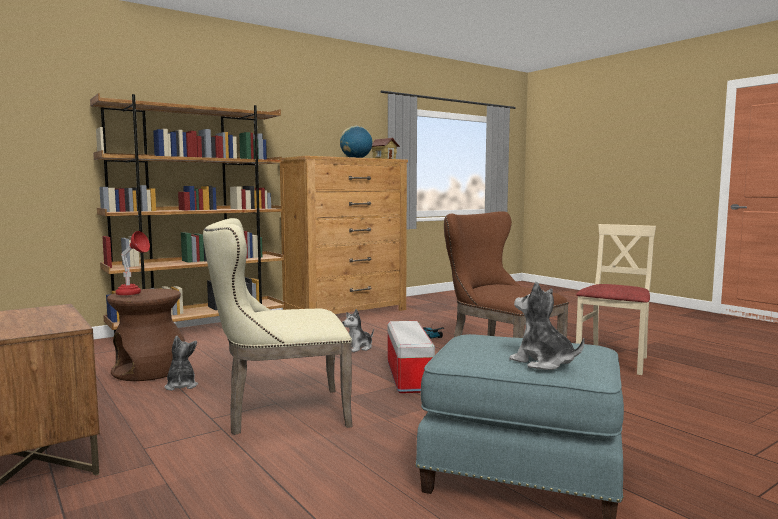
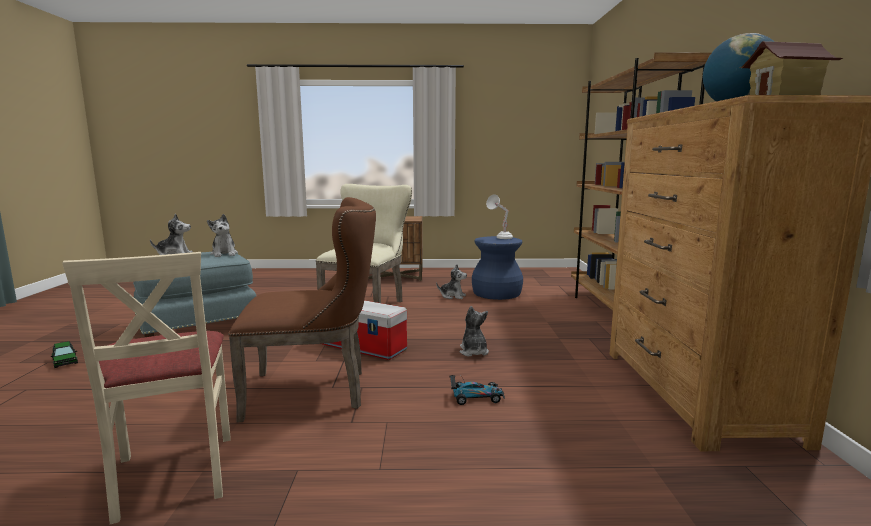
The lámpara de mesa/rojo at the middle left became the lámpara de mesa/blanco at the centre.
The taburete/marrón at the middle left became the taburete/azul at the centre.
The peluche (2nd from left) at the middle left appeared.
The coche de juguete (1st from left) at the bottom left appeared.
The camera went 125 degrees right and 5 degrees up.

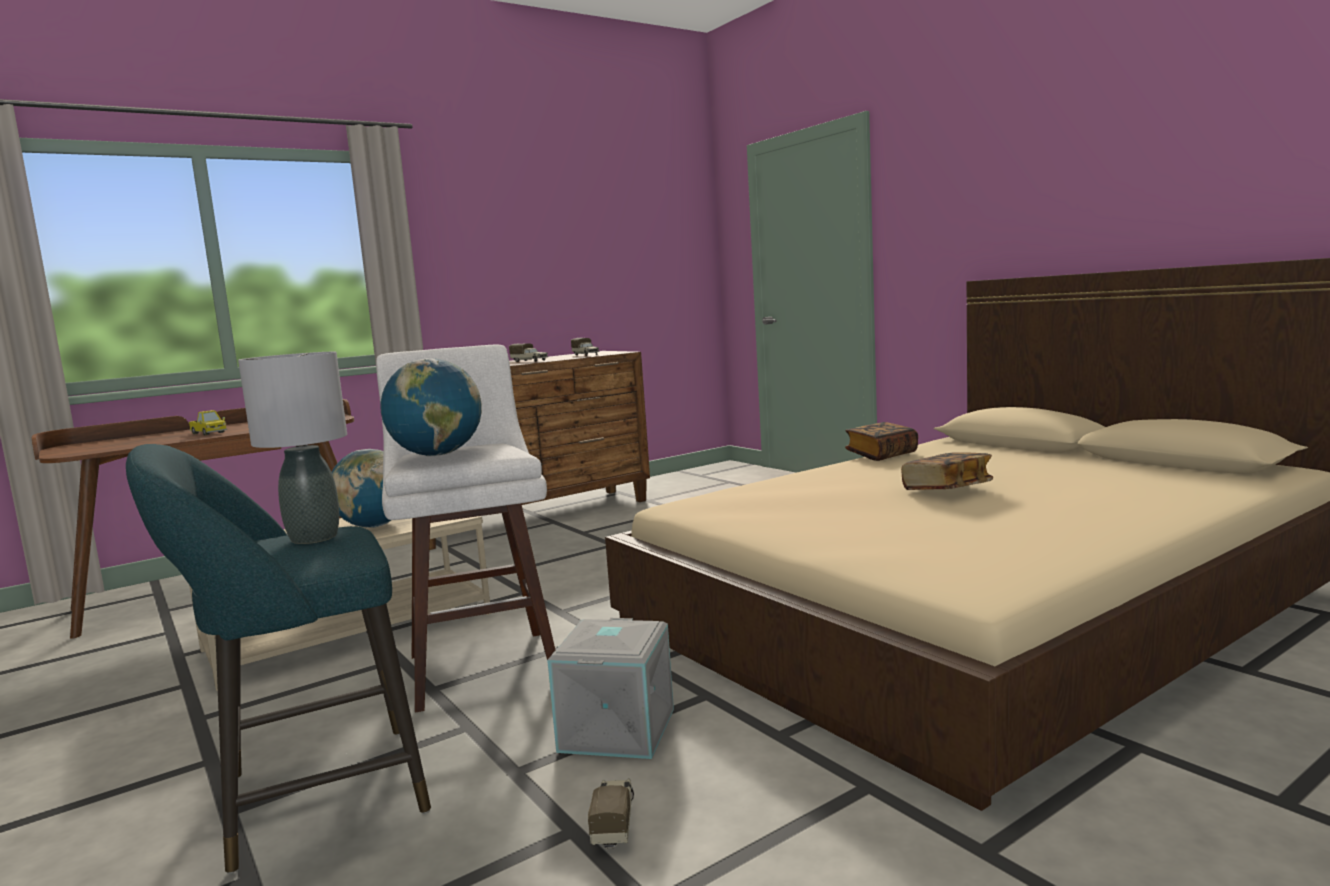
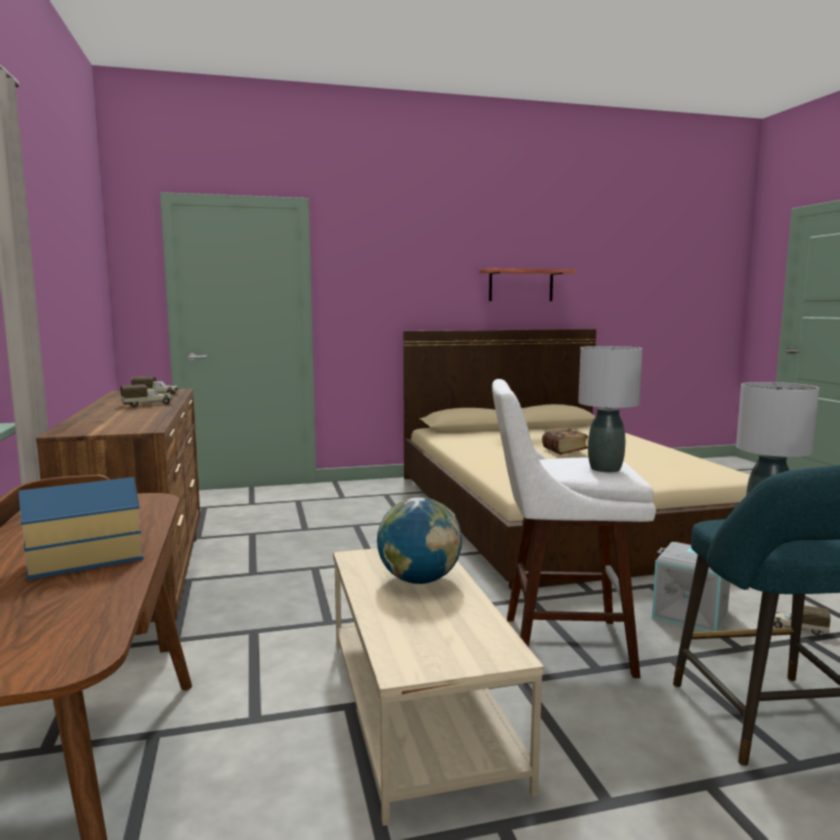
The globo terráqueo (2nd from left) at the middle left was replaced by the lámpara de mesa/gris (1st from left) at the middle right.
The camión de juguete (1st from left) at the middle left was replaced by the casita at the middle left.
The libro (1st from left) at the centre disappeared.
The estante at the centre appeared.
The camera went 70 degrees left and 0 degrees up.

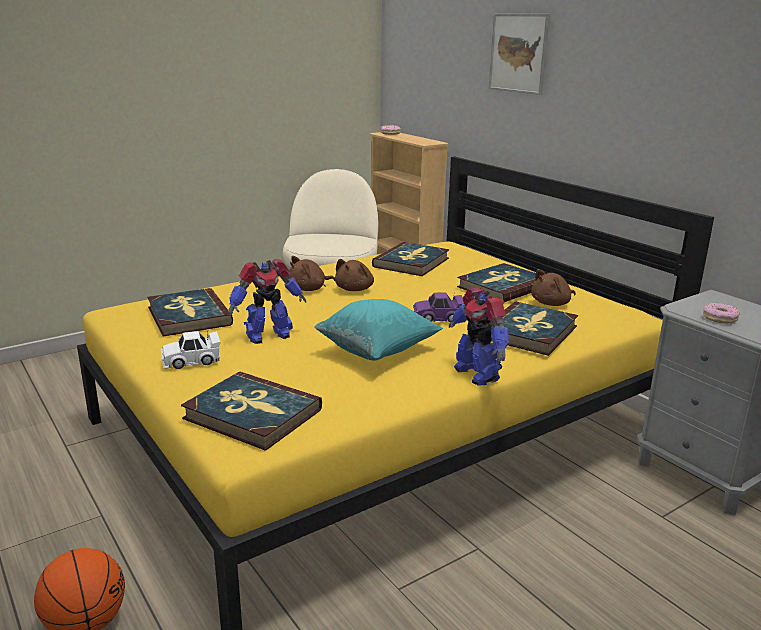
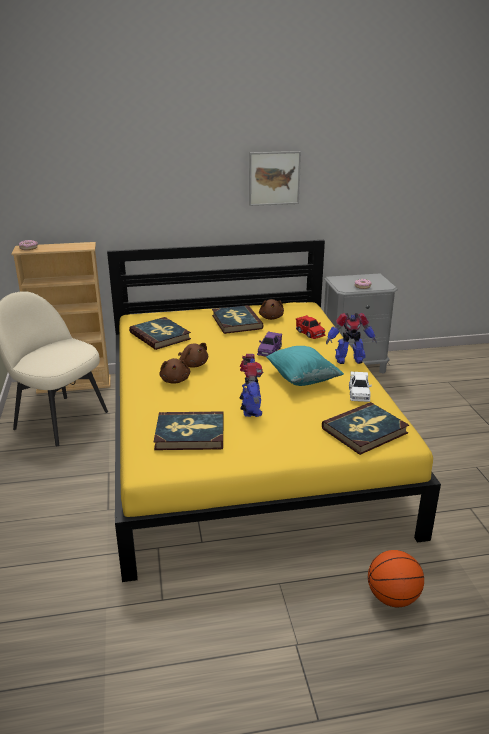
The cuadro moved from the top right to the top centre.
The libro (5th from left) at the middle right was replaced by the coche de juguete/rojo at the centre.
The coche de juguete/blanco moved from the middle left to the middle right.
The camera went 65 degrees left and 5 degrees up.

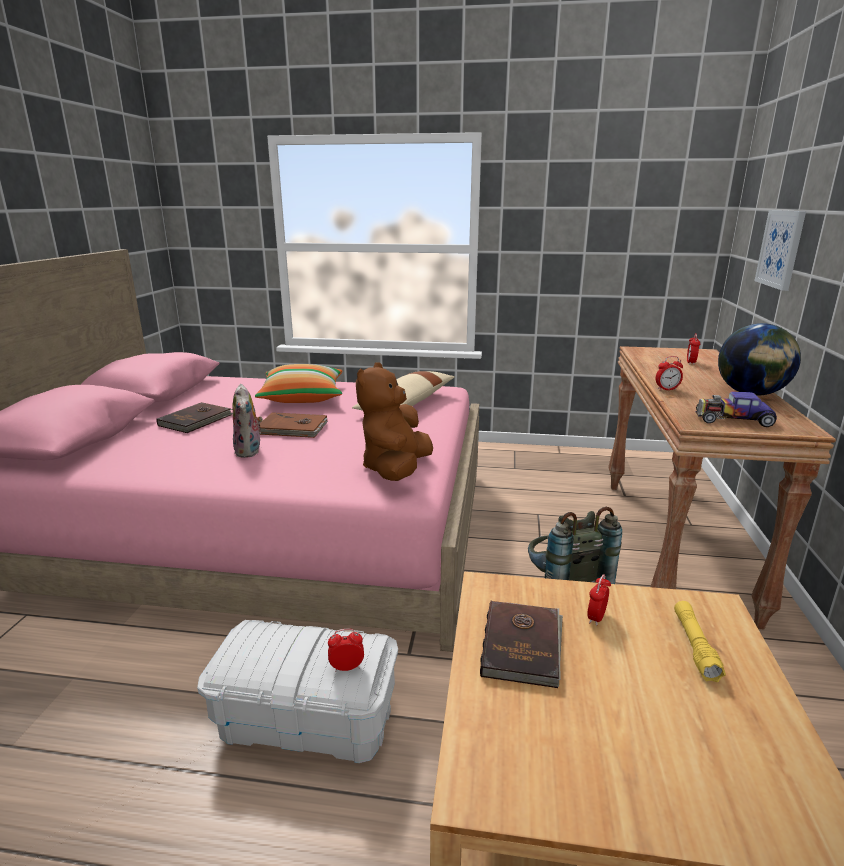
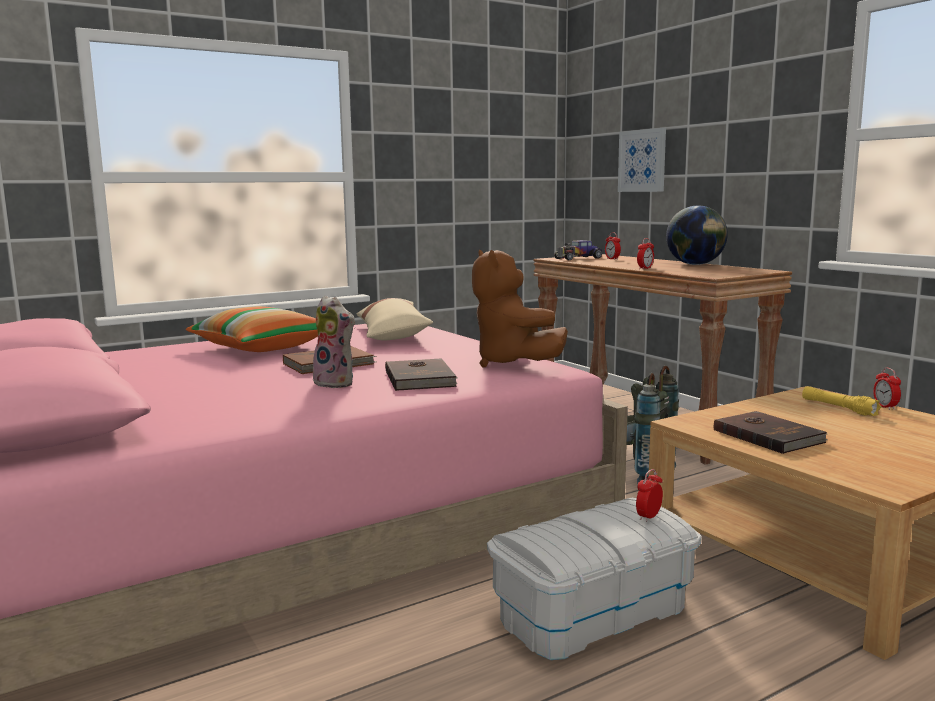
The coche de juguete moved from the middle right to the centre.
The libro/marrón (1st from left in the first image) moved from the middle left to the centre.
The despertador (2nd from left in the first image) moved from the bottom right to the middle right.
The camera went 40 degrees left and 10 degrees down.

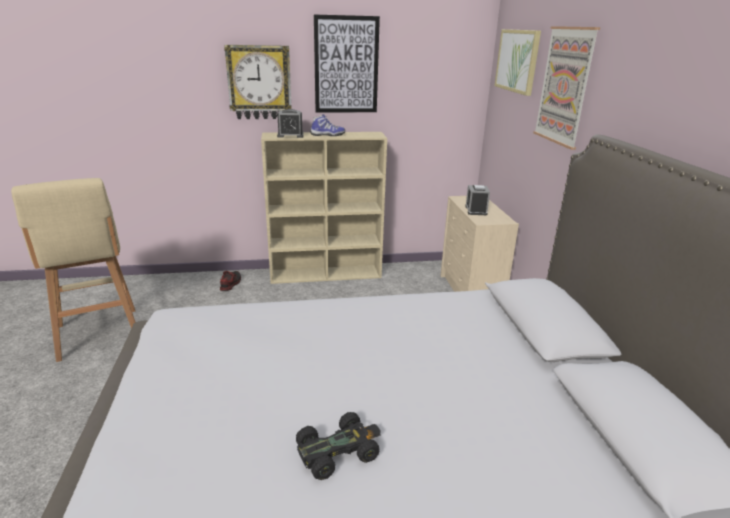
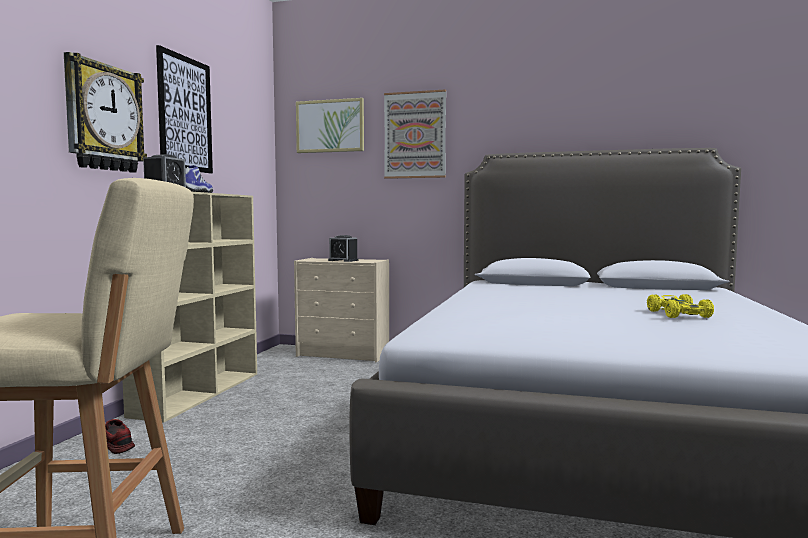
The coche de juguete/negro at the bottom centre became the coche de juguete/amarillo at the middle right.
The camera went 65 degrees left and 20 degrees down.

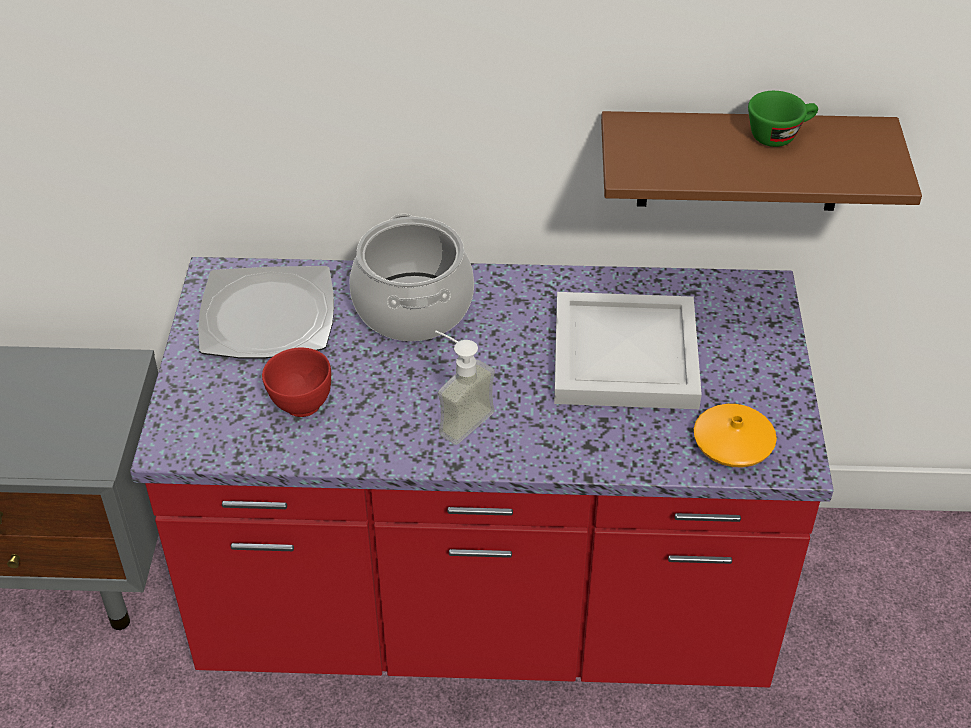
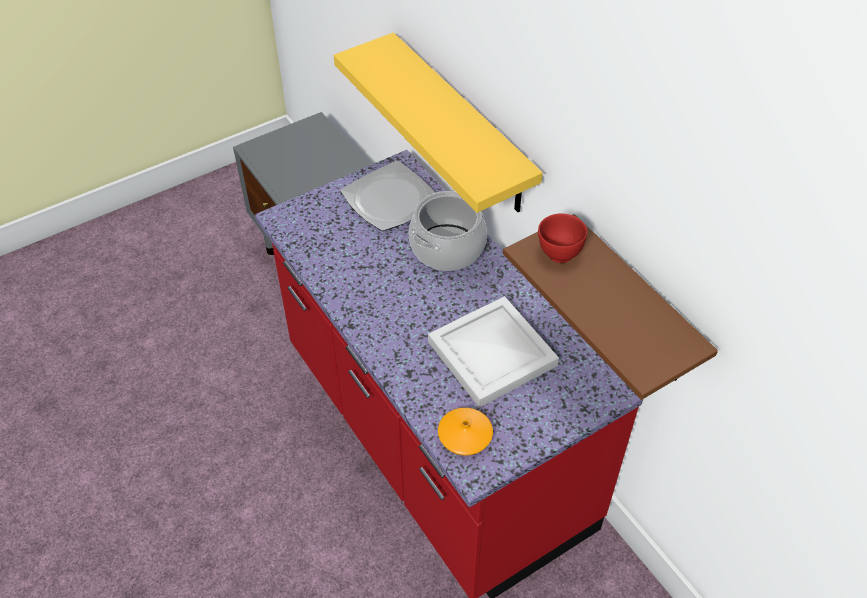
The taza/verde at the top right disappeared.
The dispensador de jabón at the centre disappeared.
The cuenco/rojo moved from the middle left to the centre.
The estante/amarillo at the top centre appeared.
The camera went 55 degrees right and 5 degrees up.

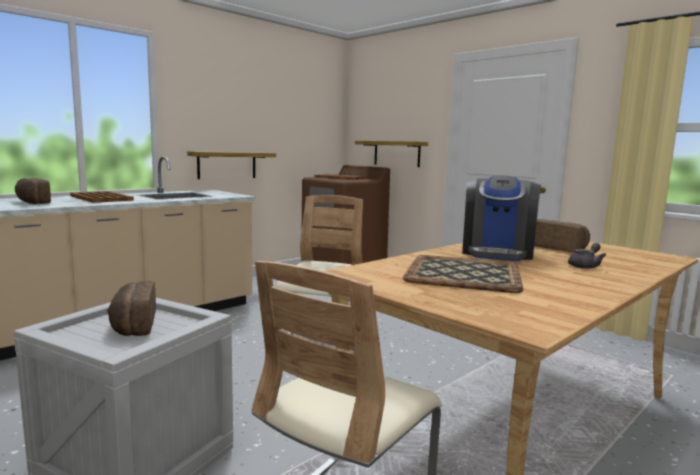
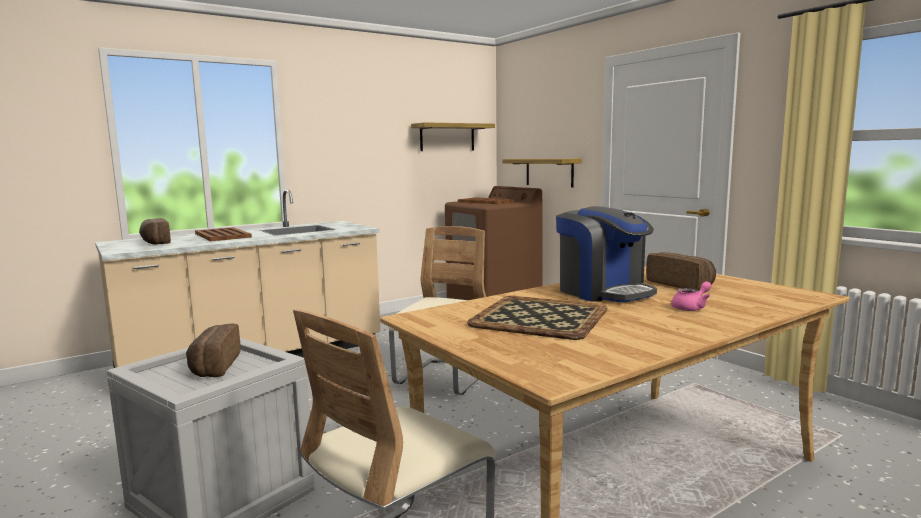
The estante (1st from left) moved from the middle left to the top centre.
The cafetera at the middle right turned 60 degrees counterclockwise.
The tetera/gris at the middle right became the tetera/rosa at the middle right.
The camera went 10 degrees right and 0 degrees up.

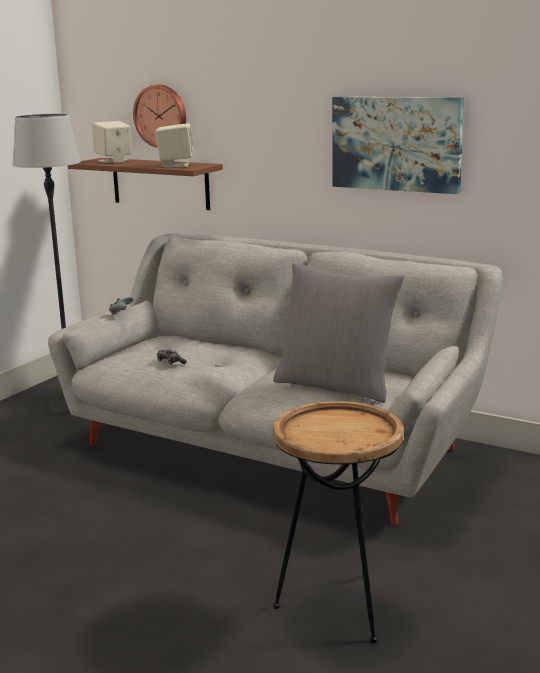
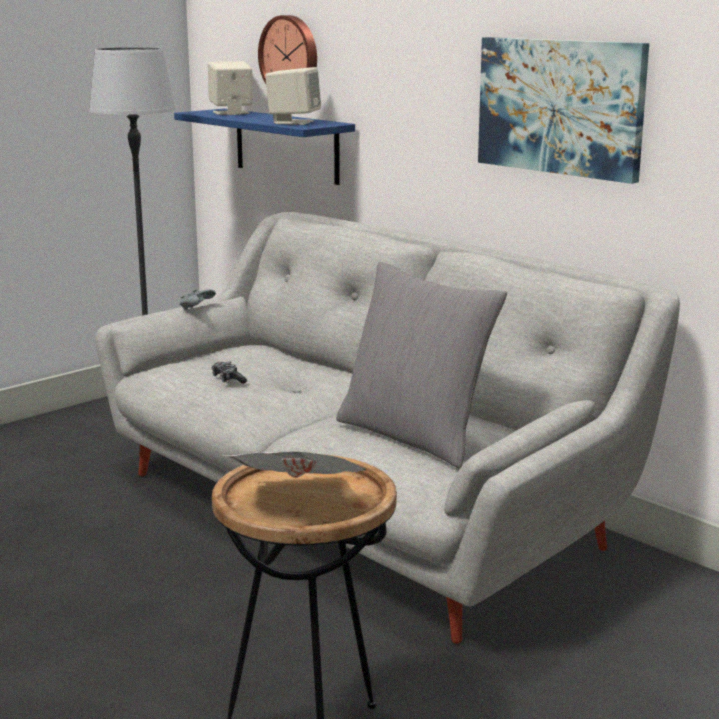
The estante/marrón at the top left became the estante/azul at the top centre.
The periódico at the centre appeared.
The camera went 15 degrees right and 0 degrees up.

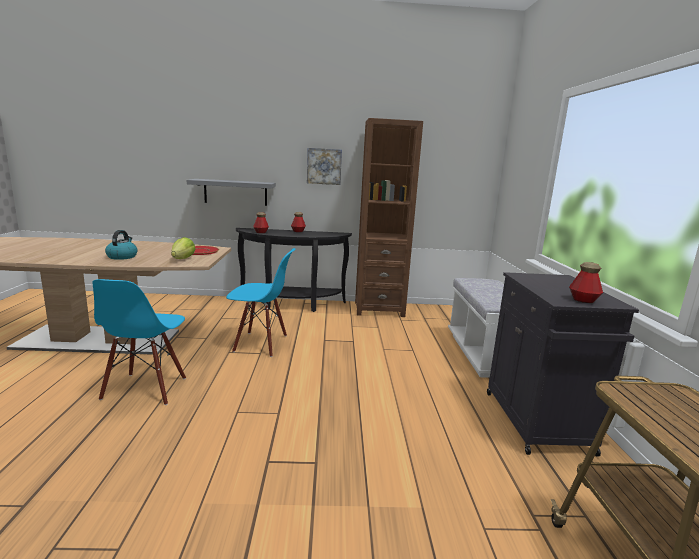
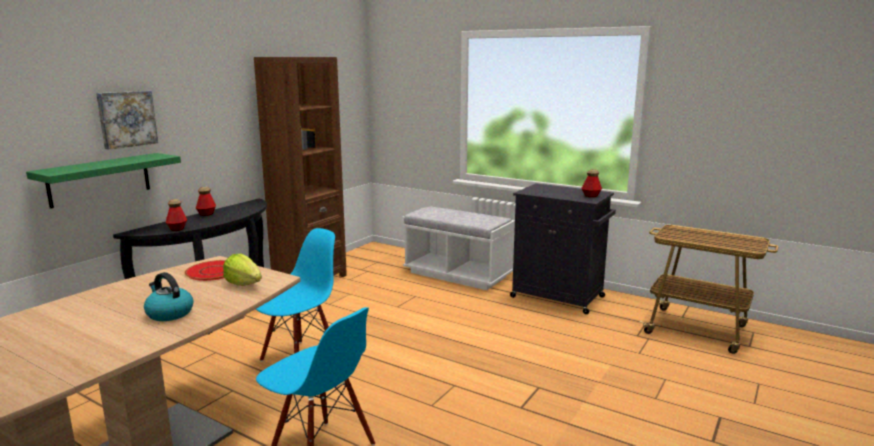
The cuadro moved from the top centre to the top left.
The estante/gris at the middle left became the estante/verde at the middle left.
The camera went 55 degrees left and 0 degrees up.

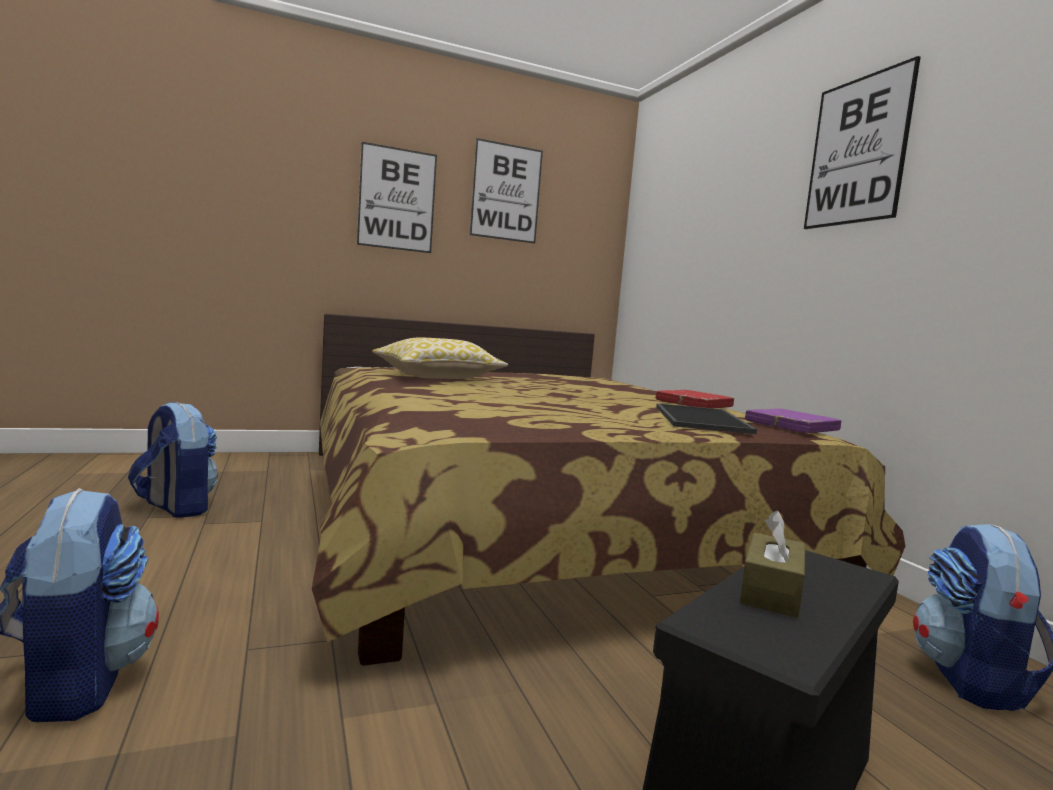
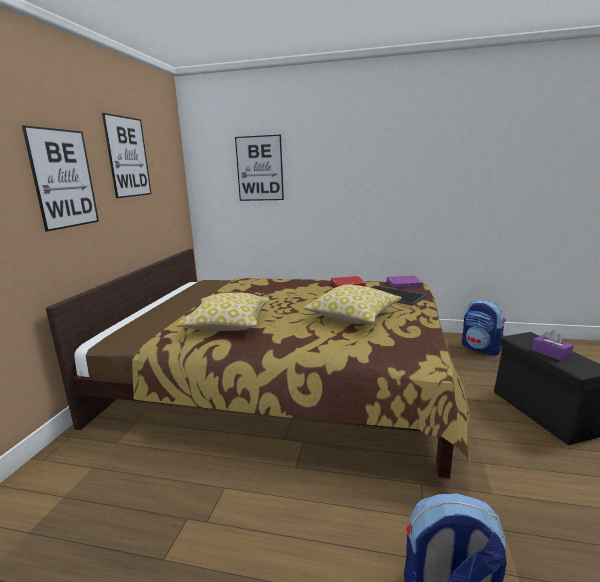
The cuadro (3rd from left) moved from the top right to the top centre.
The mochila (2nd from left) at the middle left disappeared.
The caja de pañuelos/marrón at the bottom right became the caja de pañuelos/morado at the middle right.
The cojín (2nd from left) at the centre appeared.
The camera went 55 degrees left and 10 degrees up.

